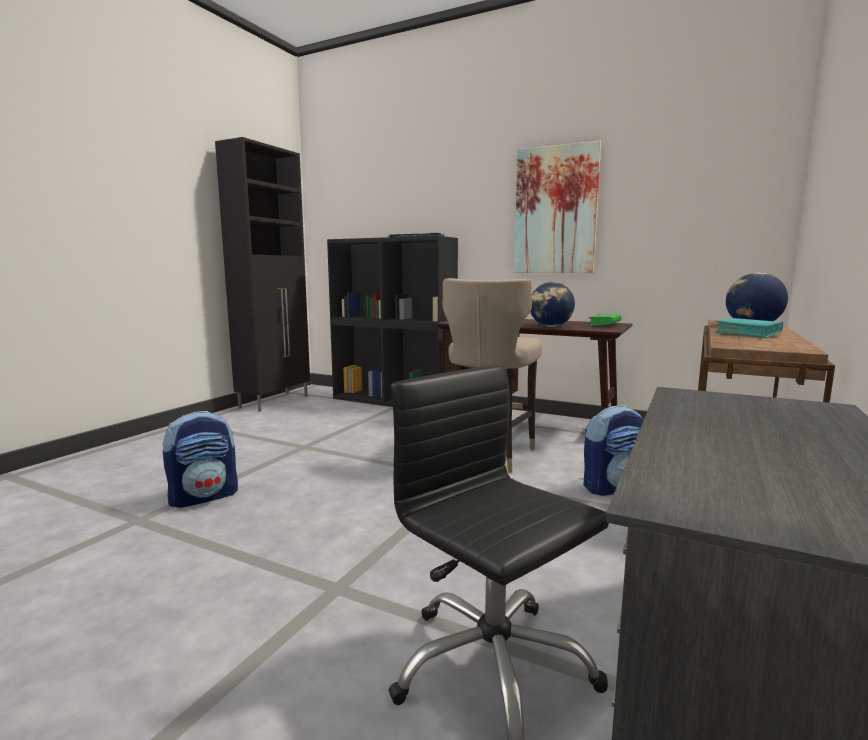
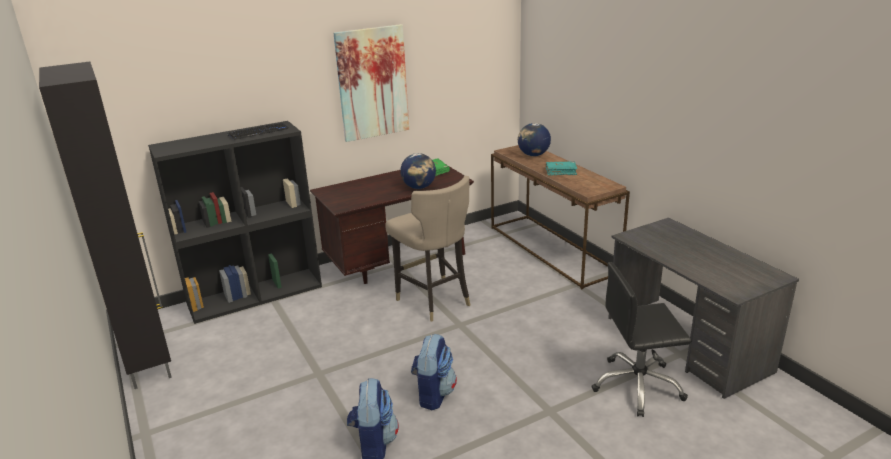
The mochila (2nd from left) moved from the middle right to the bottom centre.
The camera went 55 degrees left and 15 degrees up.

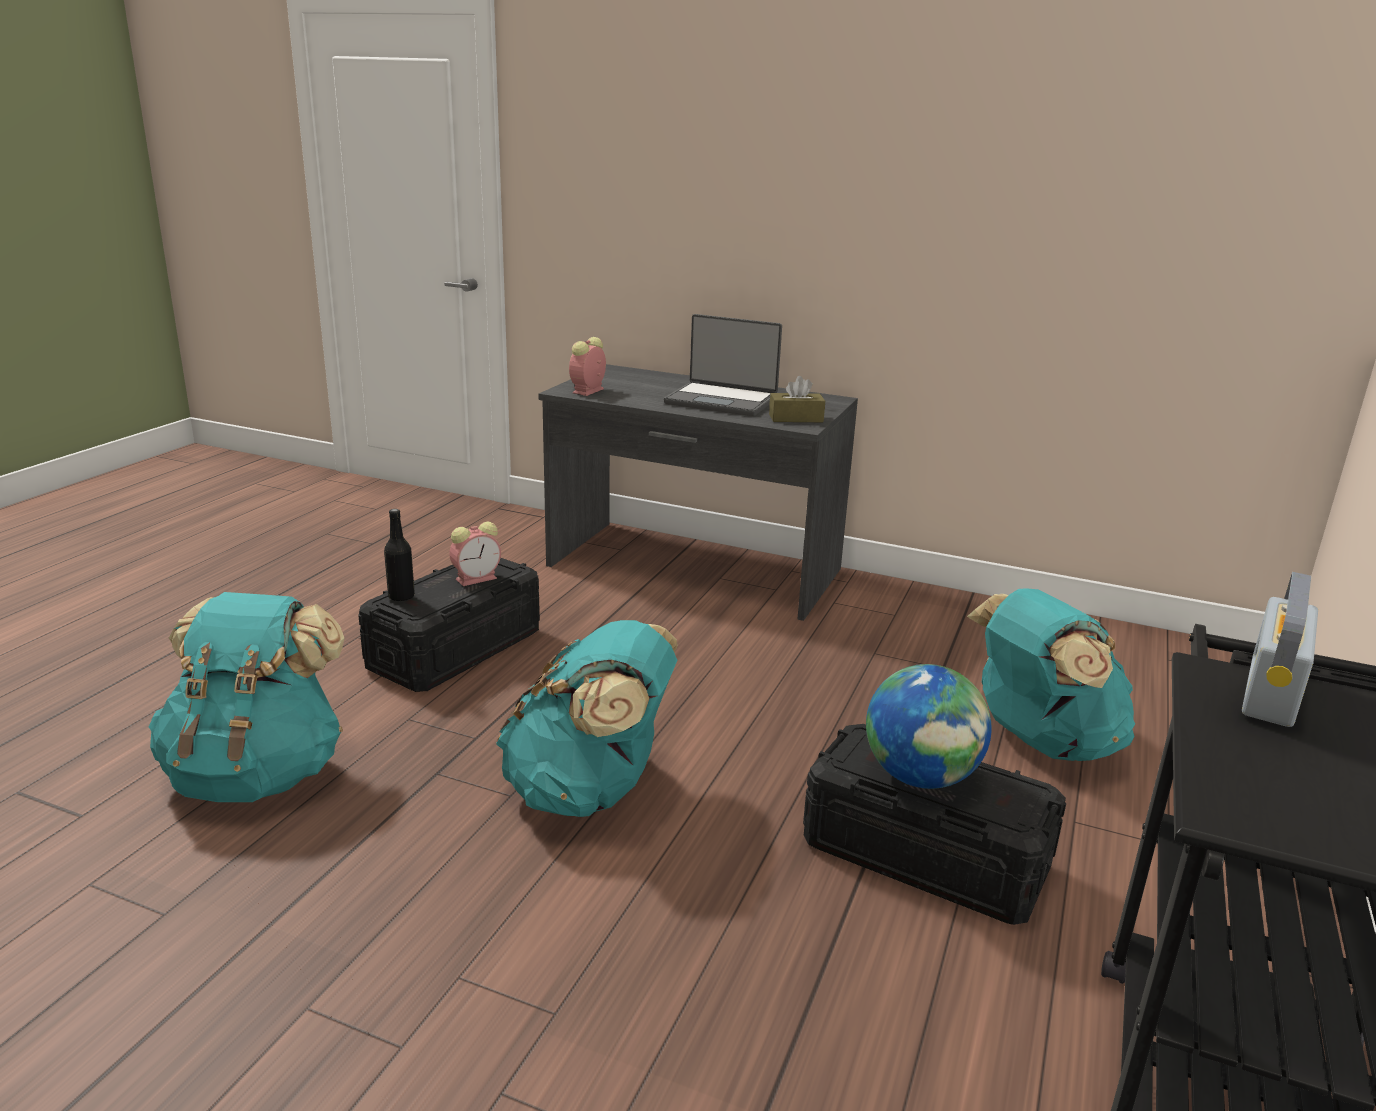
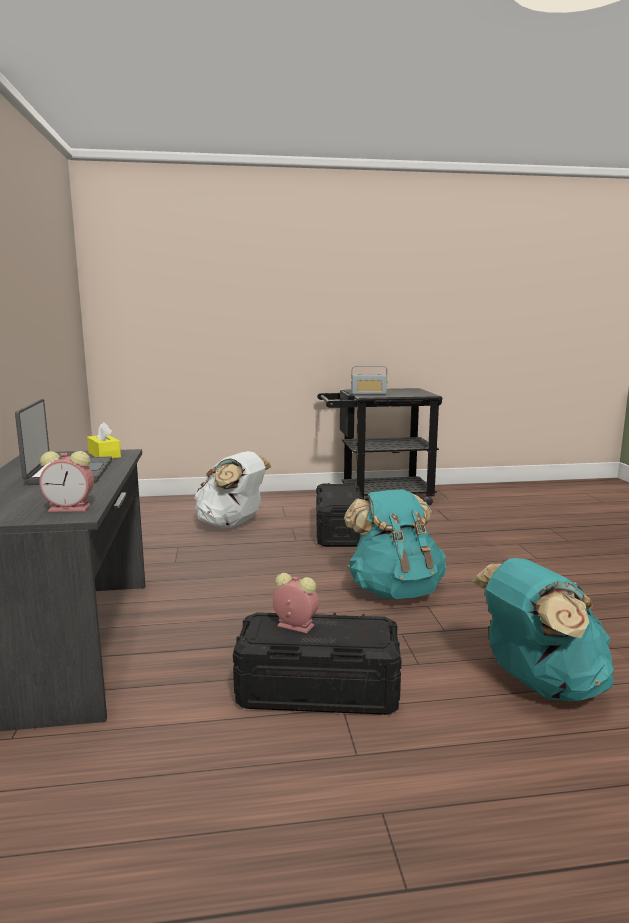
The caja de pañuelos/marrón at the centre became the caja de pañuelos/amarillo at the middle left.
The botella/negro at the middle left disappeared.
The mochila/turquesa (3rd from left) at the middle right became the mochila/blanco at the centre.
The globo terráqueo at the middle right disappeared.
The camera went 120 degrees left and 10 degrees down.

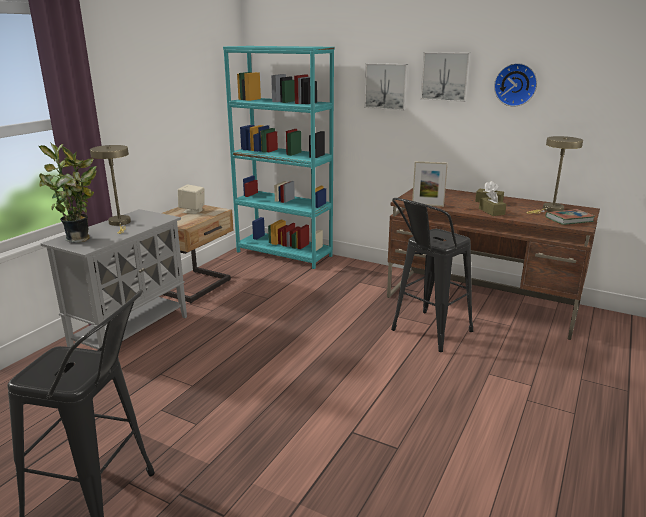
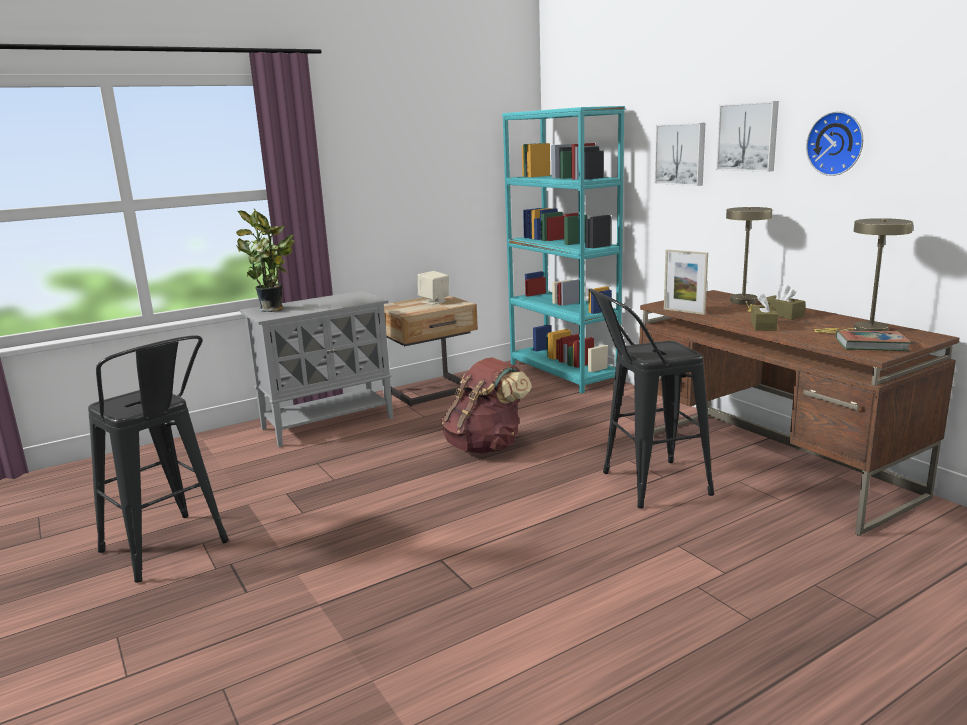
The lámpara de mesa/beis (1st from left) moved from the middle left to the middle right.
The mochila/marrón at the centre appeared.
The camera went 30 degrees right and 5 degrees down.

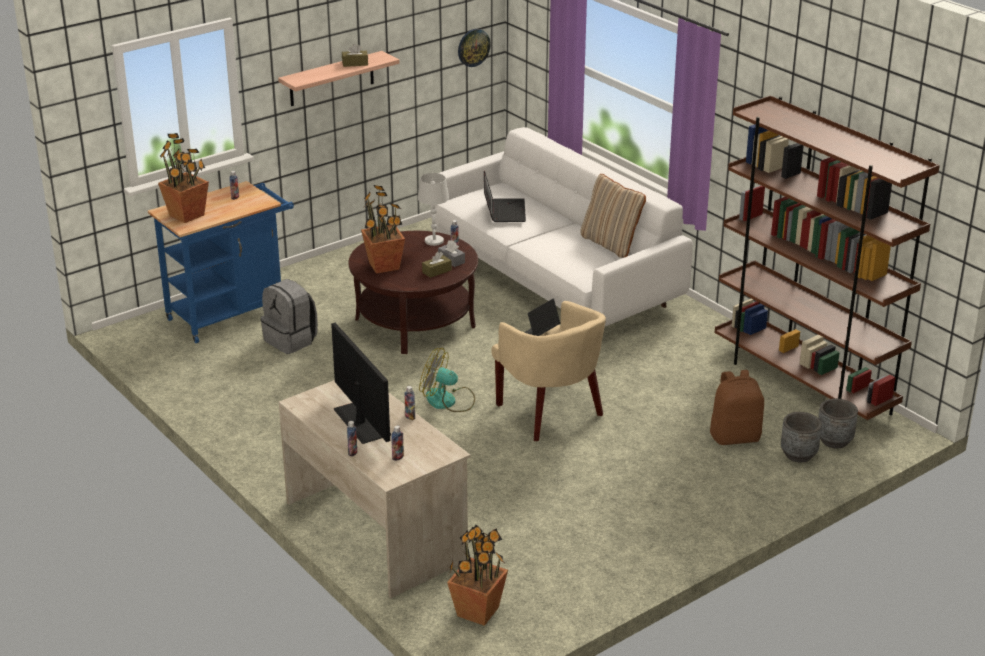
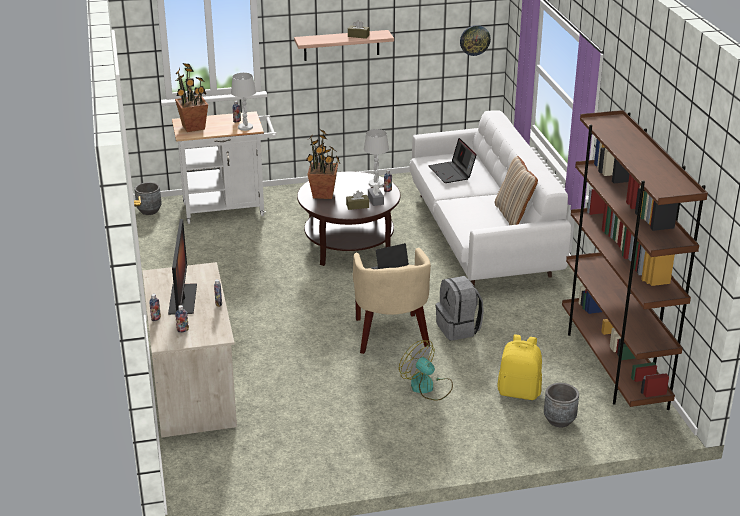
The portátil (1st from left in the first image) at the top centre turned 135 degrees clockwise.
The carrito/azul at the middle left became the carrito/blanco at the top left.
The mochila/gris moved from the middle left to the centre.
The ventilador moved from the centre to the bottom centre.
The mochila/marrón at the middle right became the mochila/amarillo at the bottom right.
The maceta/gris (2nd from left in the first image) moved from the middle right to the middle left.
The planta en maceta (3rd from left) at the bottom centre disappeared.
The lámpara de mesa/blanco (1st from left) at the top left appeared.
The camera went 25 degrees right and 0 degrees up.

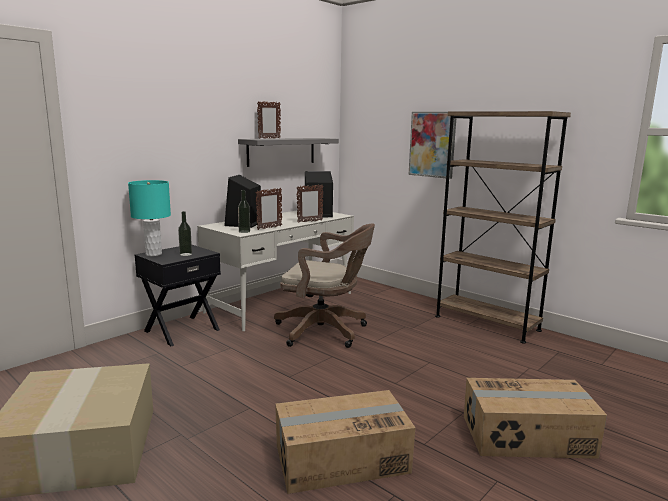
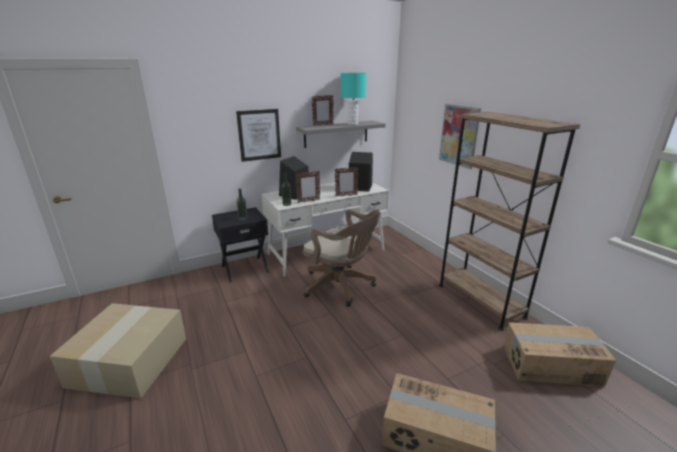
The lámpara de mesa/turquesa moved from the middle left to the top centre.
The caja de cartón (2nd from left in the first image) moved from the bottom centre to the bottom right.
The cuadro (1st from left) at the top centre appeared.
The camera went 20 degrees right and 10 degrees up.

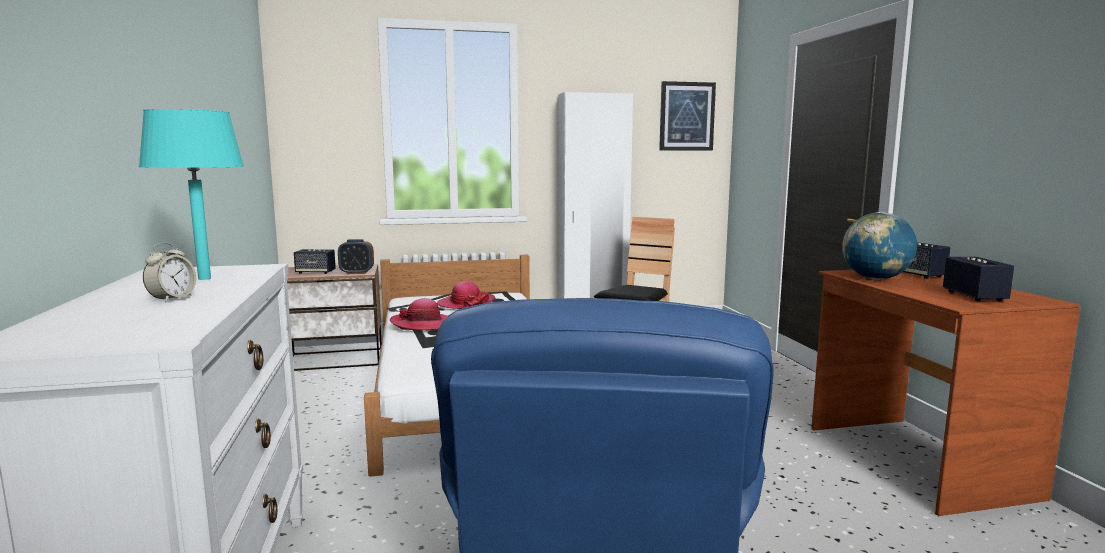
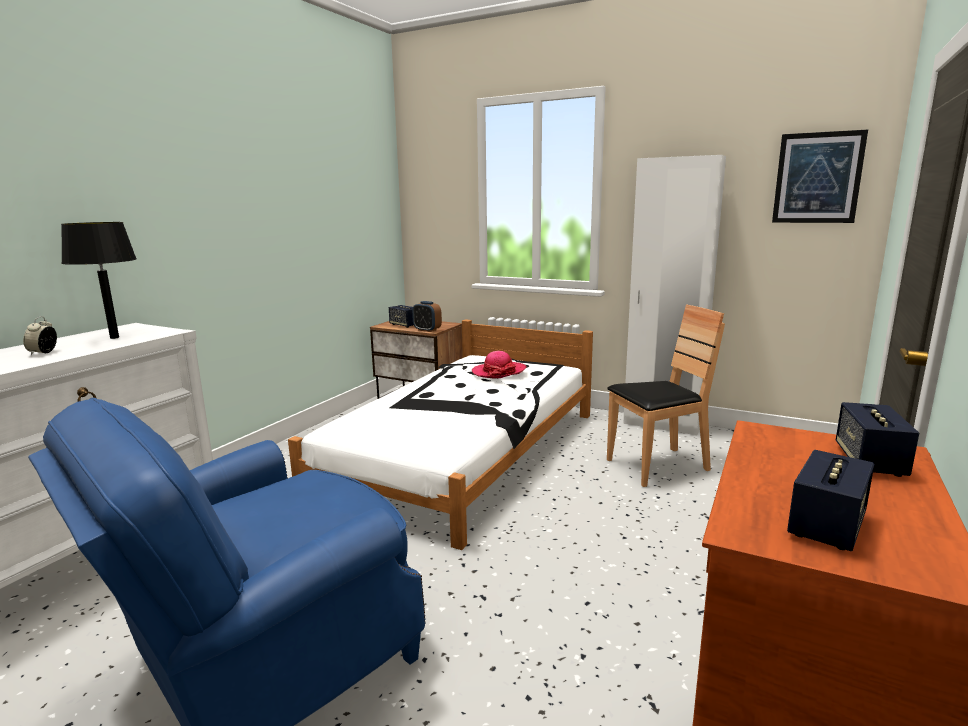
The lámpara de mesa/turquesa at the middle left became the lámpara de mesa/negro at the middle left.
The globo terráqueo at the middle right disappeared.
The despertador (1st from left) at the middle left turned 120 degrees clockwise.
The sombrero (1st from left) at the centre disappeared.
The camera went 40 degrees right and 5 degrees up.

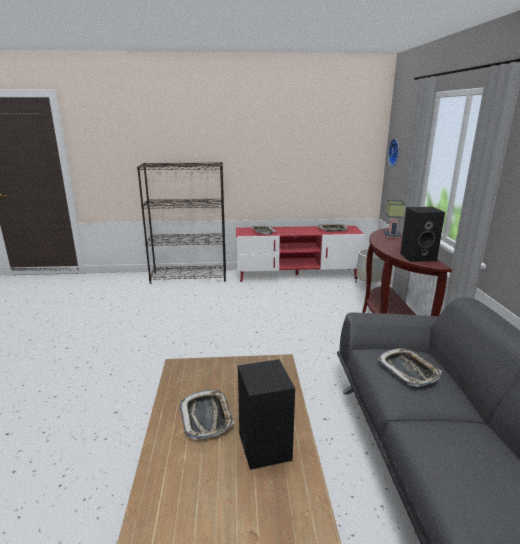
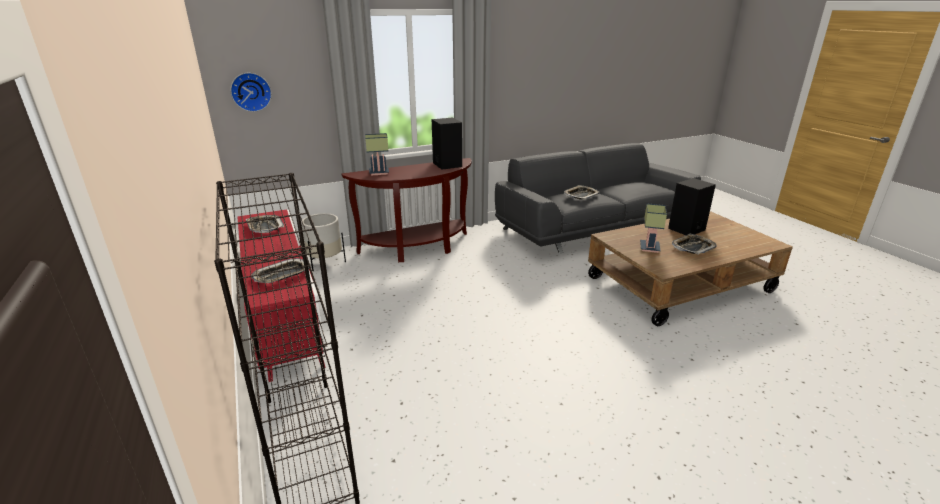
The lámpara de mesa (2nd from left) at the middle right appeared.
The camera went 110 degrees left and 5 degrees up.

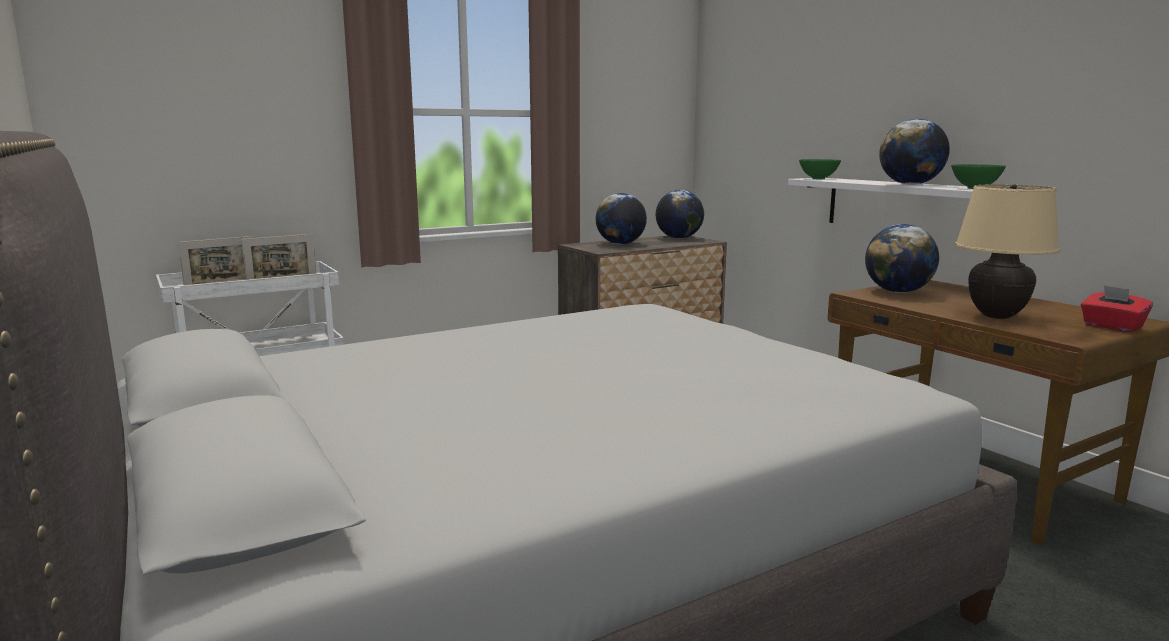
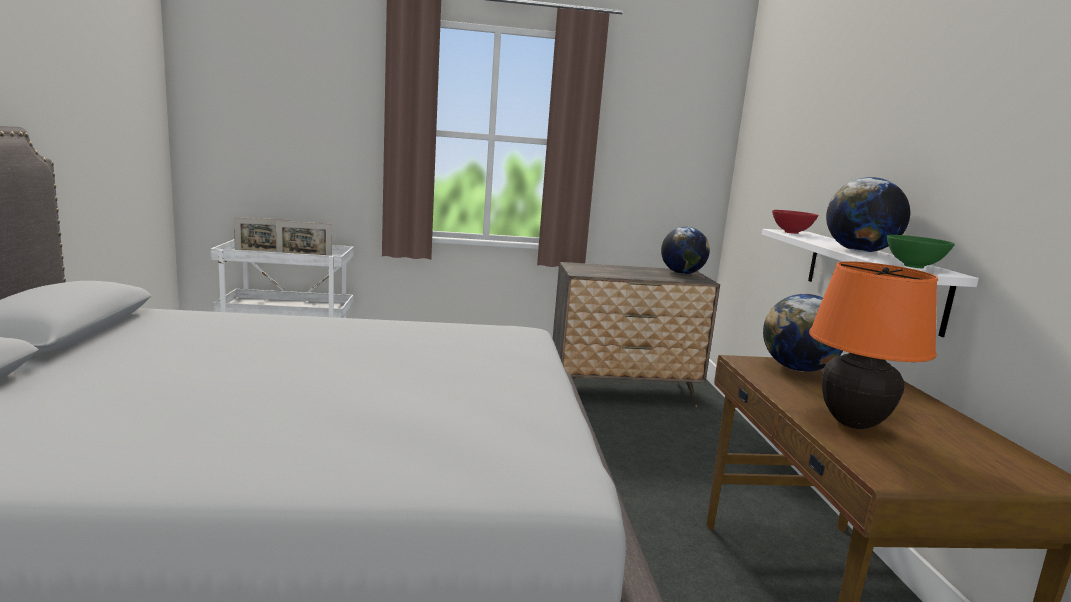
The cuenco/verde (1st from left) at the top right became the cuenco/rojo at the middle right.
The lámpara de mesa/beis at the middle right became the lámpara de mesa/naranja at the middle right.
The globo terráqueo (1st from left) at the centre disappeared.
The caja de pañuelos/rojo at the middle right disappeared.
The camera went 25 degrees right and 0 degrees up.

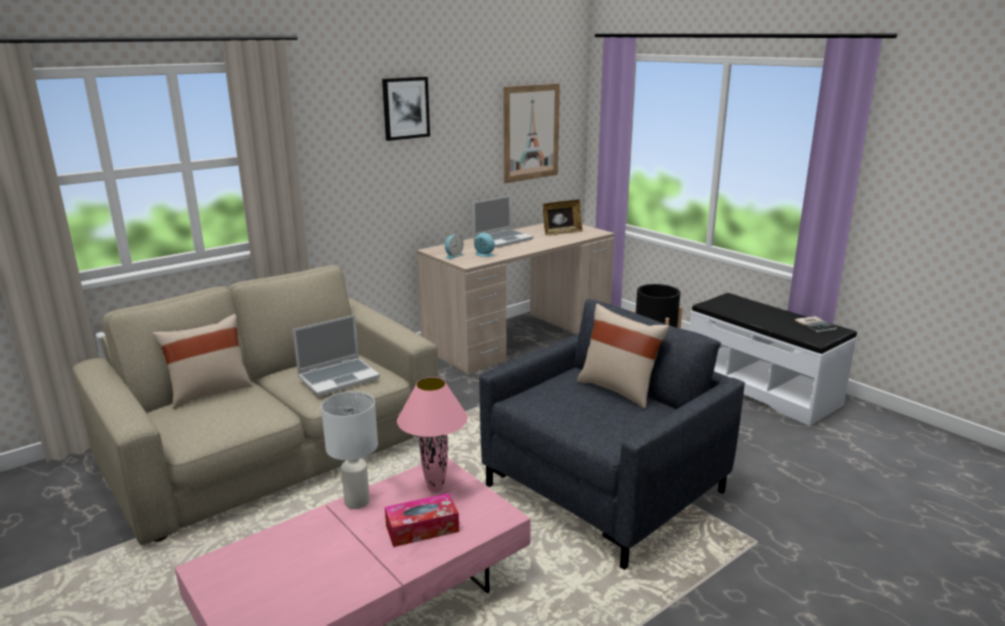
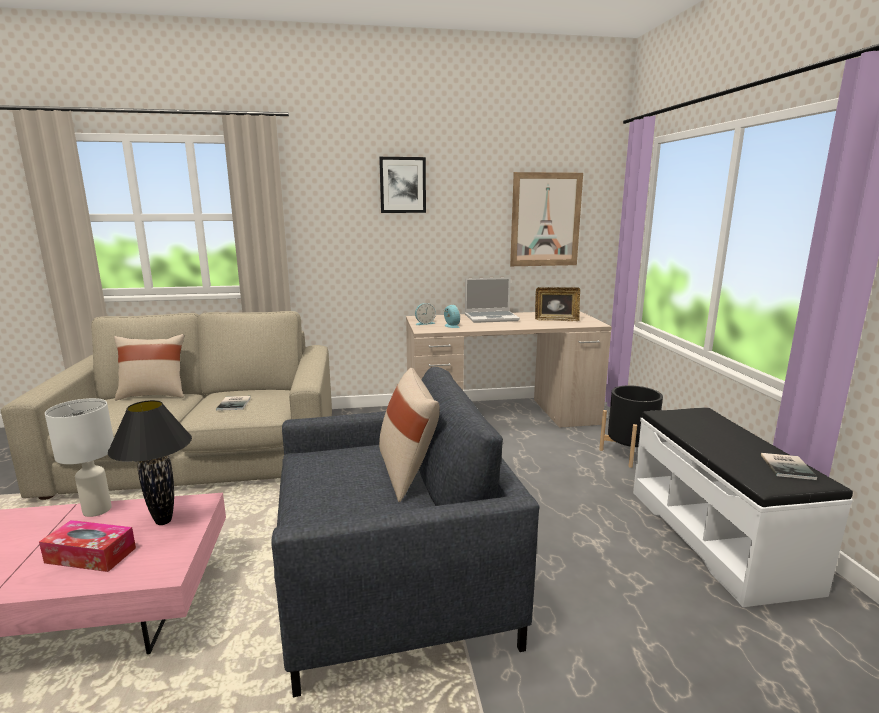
The portátil (1st from left) at the centre was replaced by the libro (1st from left) at the middle left.
The lámpara de mesa/rosa at the bottom centre became the lámpara de mesa/negro at the middle left.
The camera went 30 degrees right and 5 degrees down.

